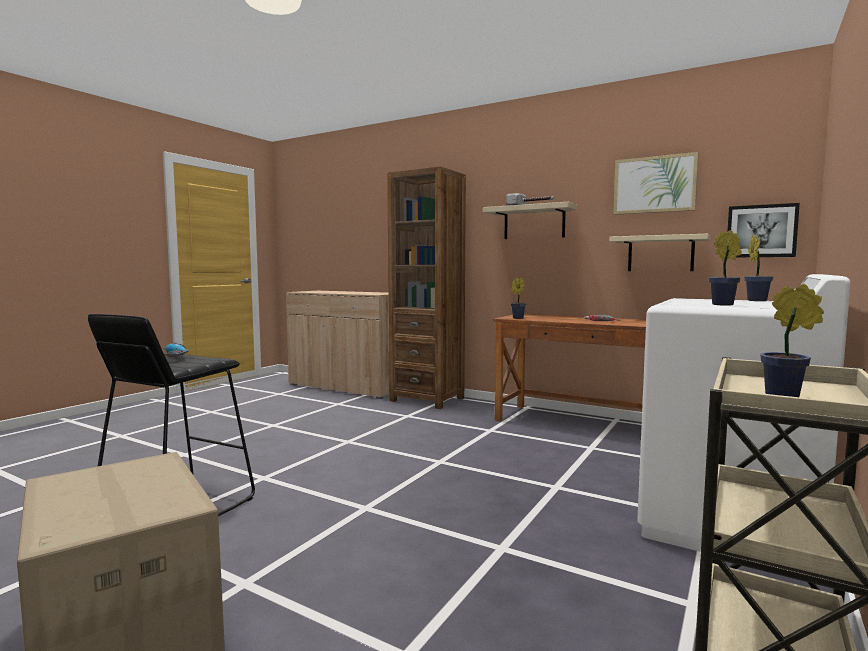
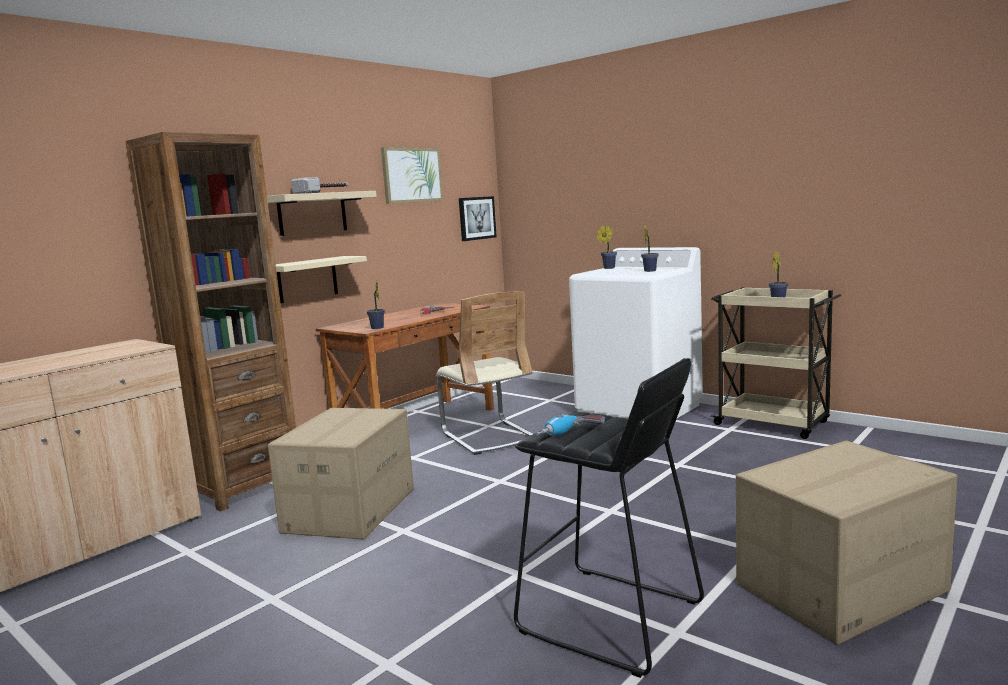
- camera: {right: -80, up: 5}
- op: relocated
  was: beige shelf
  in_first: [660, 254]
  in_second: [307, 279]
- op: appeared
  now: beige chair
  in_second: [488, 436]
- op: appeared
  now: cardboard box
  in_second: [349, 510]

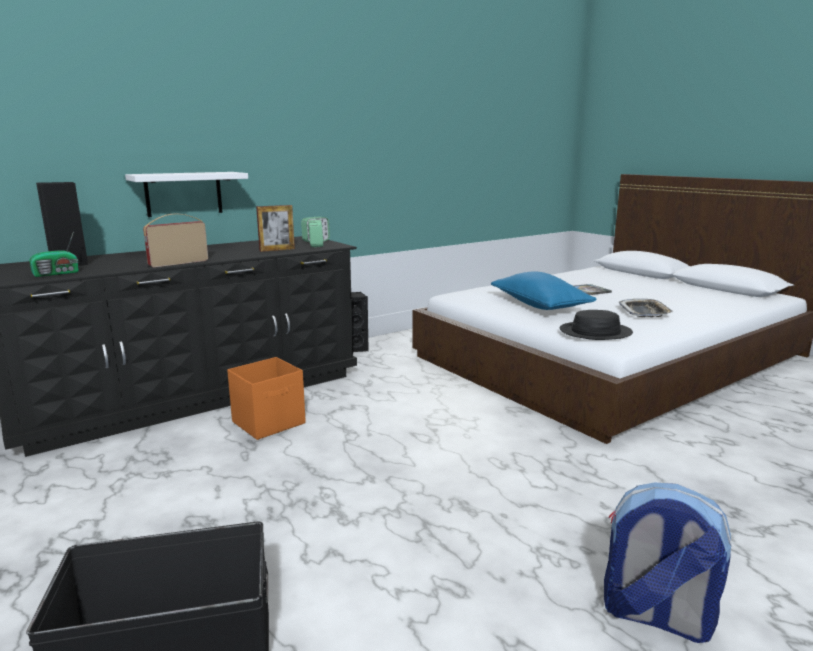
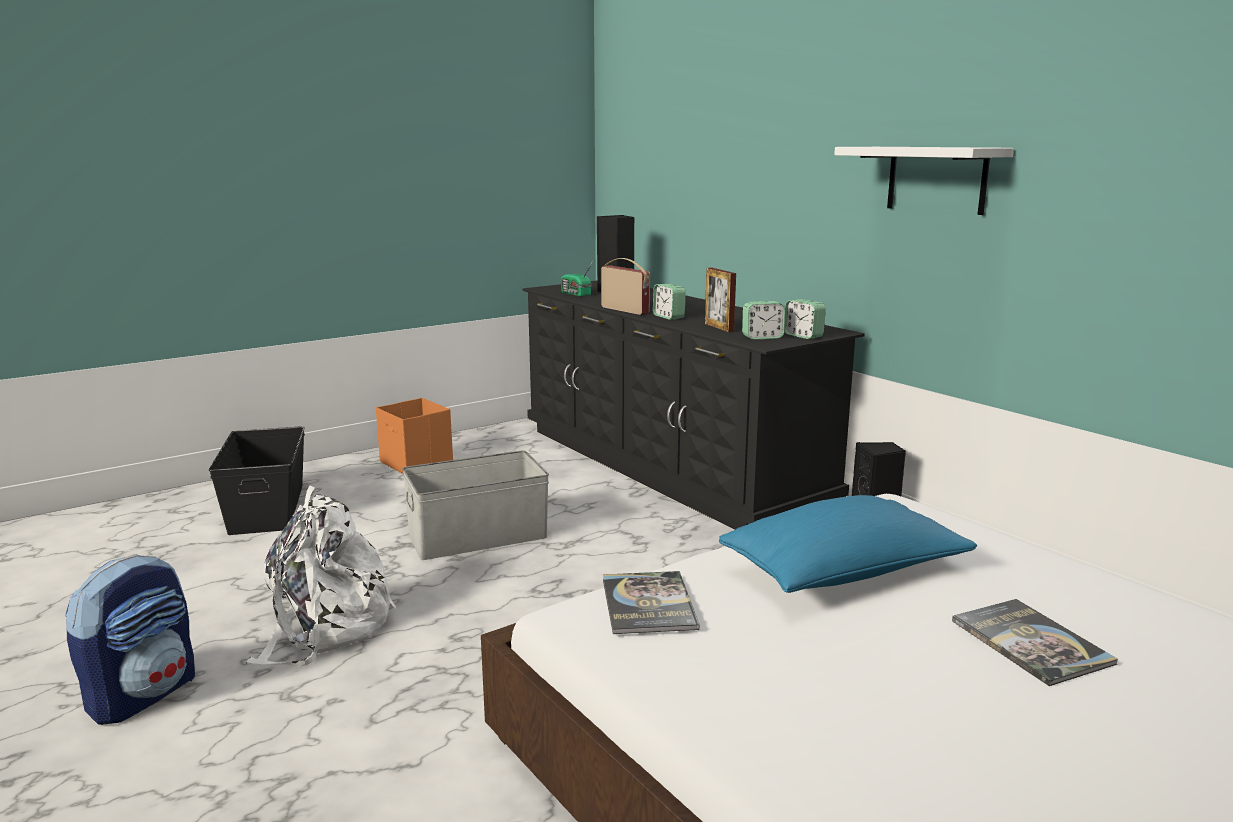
- camera: {right: 90, up: 0}
- op: relocated
  was: white shelf
  in_first: [183, 194]
  in_second: [936, 179]
- op: missing
  was: tray
  in_first: [644, 312]
- op: exchanged
  was: black hat
  now: book
  in_first: [595, 332]
  in_second: [648, 604]
- op: relocated
  was: orange storage box
  in_first: [270, 423]
  in_second: [416, 463]
- op: appeared
  now: alarm clock
  in_second: [668, 317]
- op: appeared
  now: grey storage box
  in_second: [479, 537]
- op: appeared
  now: white backpack
  in_second: [324, 626]

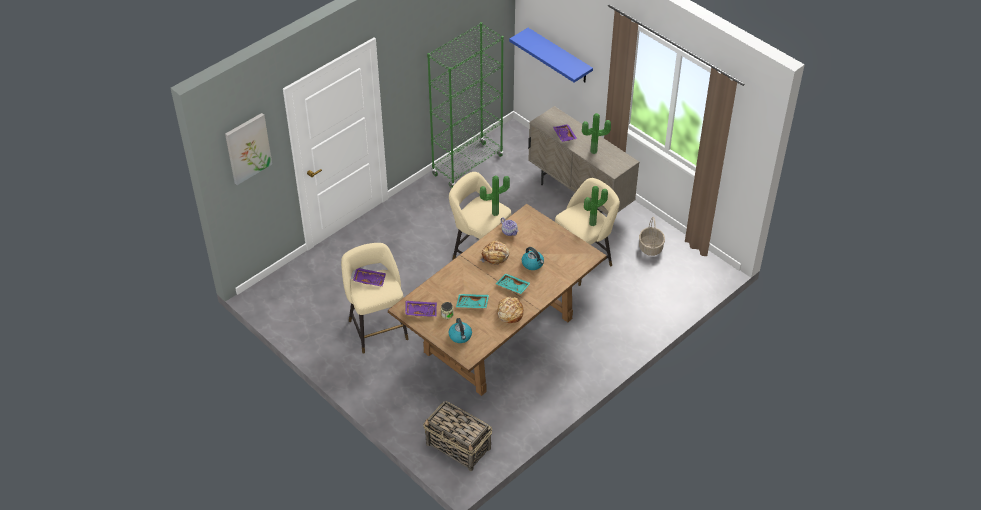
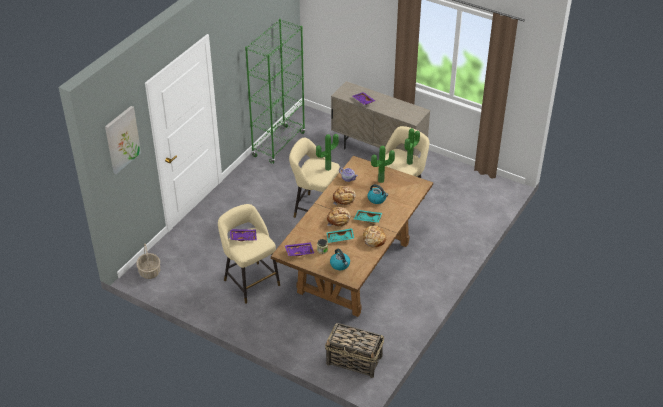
- camera: {right: -15, up: -5}
- op: missing
  was: blue shelf
  in_first: [559, 56]
- op: relocated
  was: potted plant
  in_first: [594, 152]
  in_second: [382, 181]
- op: relocated
  was: basket
  in_first: [650, 247]
  in_second: [149, 271]
- op: appeared
  now: bread
  in_second: [338, 220]

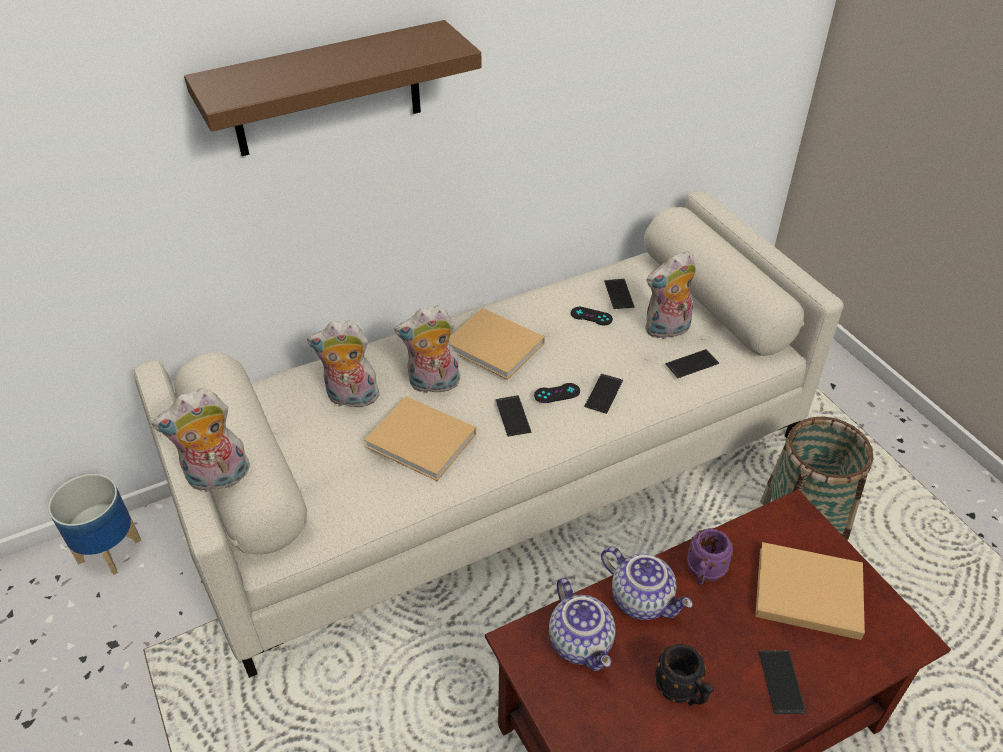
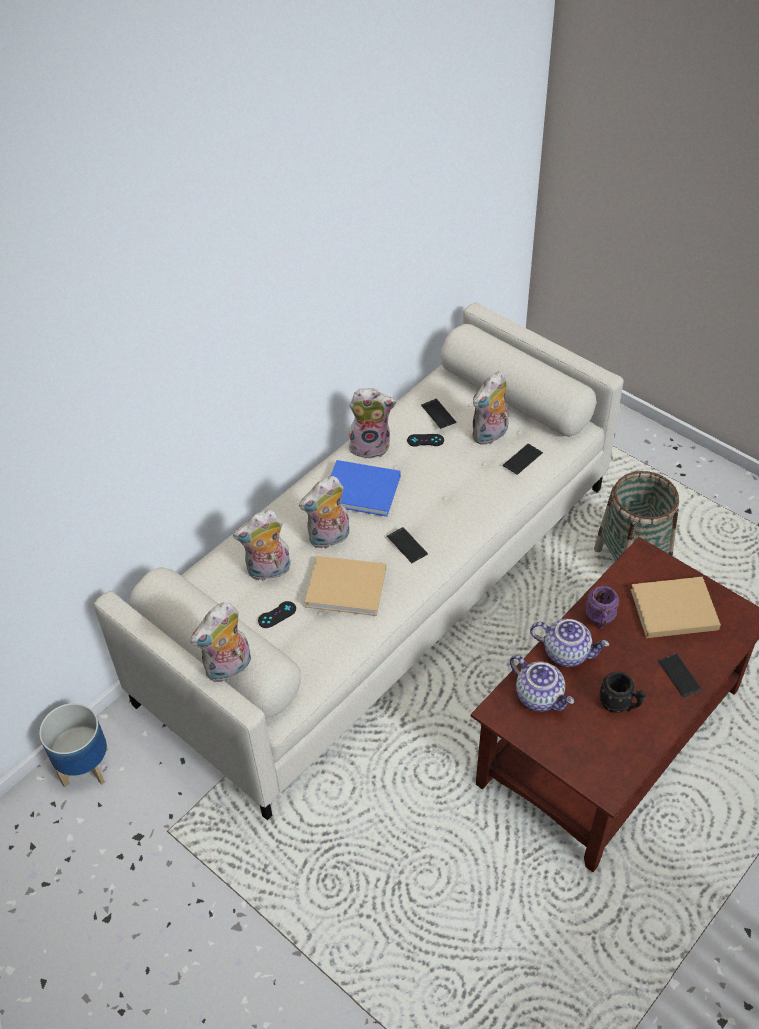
- camera: {right: -20, up: 5}
- op: missing
  was: brown shelf
  in_first: [327, 90]
- op: colour
  was: beige book
  now: blue book
  in_first: [496, 347]
  in_second: [364, 490]
- op: missing
  was: phone
  in_first: [603, 393]
- op: relocated
  was: black game controller
  in_first: [557, 393]
  in_second: [277, 615]
- op: appeared
  now: plush toy
  in_second: [371, 445]

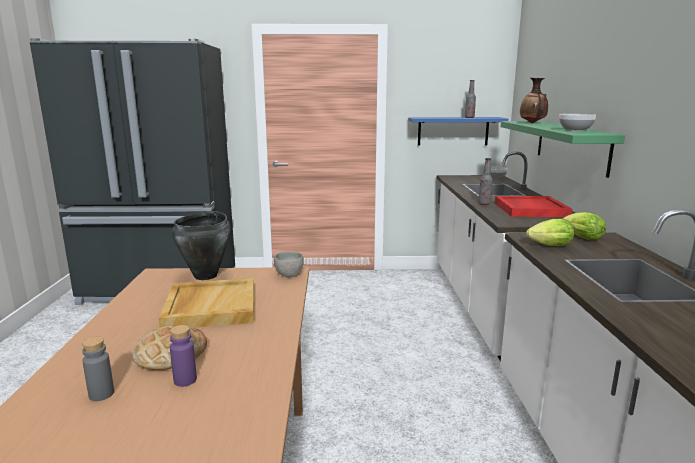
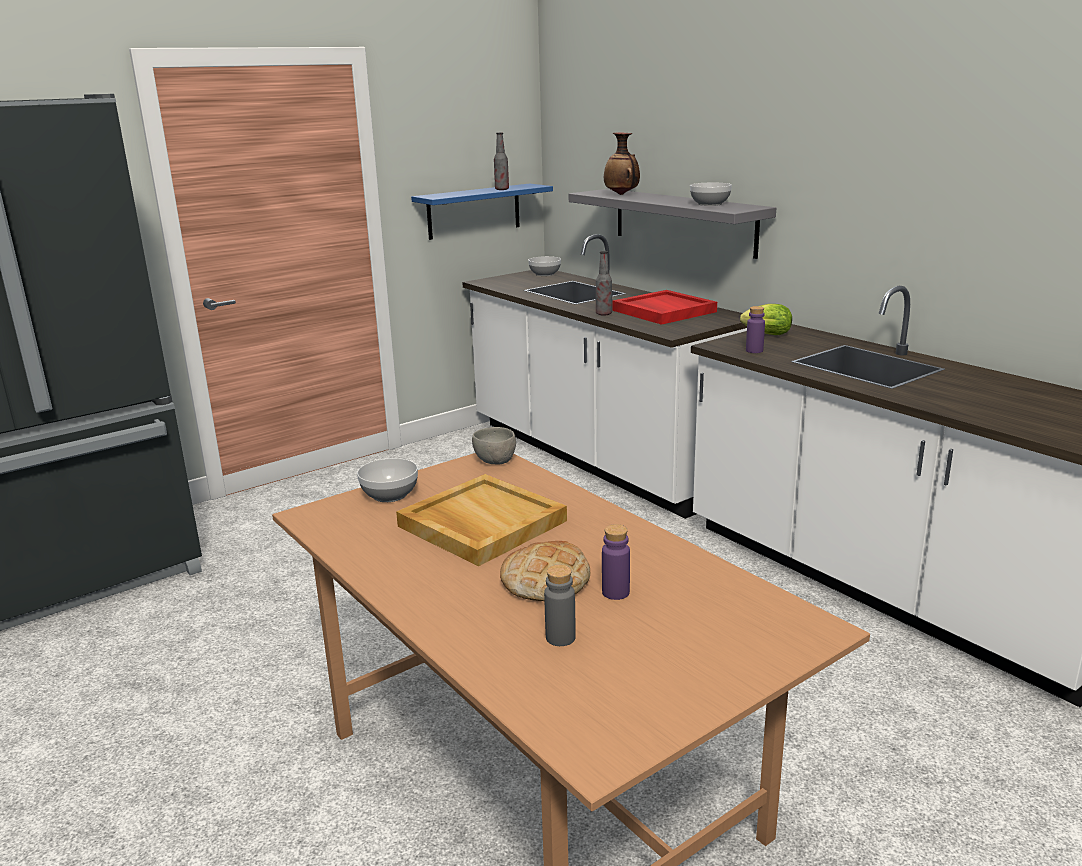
- camera: {right: -35, up: 5}
- op: colour
  was: green shelf
  now: grey shelf
  in_first: [571, 145]
  in_second: [683, 221]
- op: exchanged
  was: black cooking pot
  now: bowl
  in_first: [206, 276]
  in_second: [390, 494]
- op: exchanged
  was: lettuce
  now: purple bottle
  in_first: [547, 246]
  in_second: [754, 351]

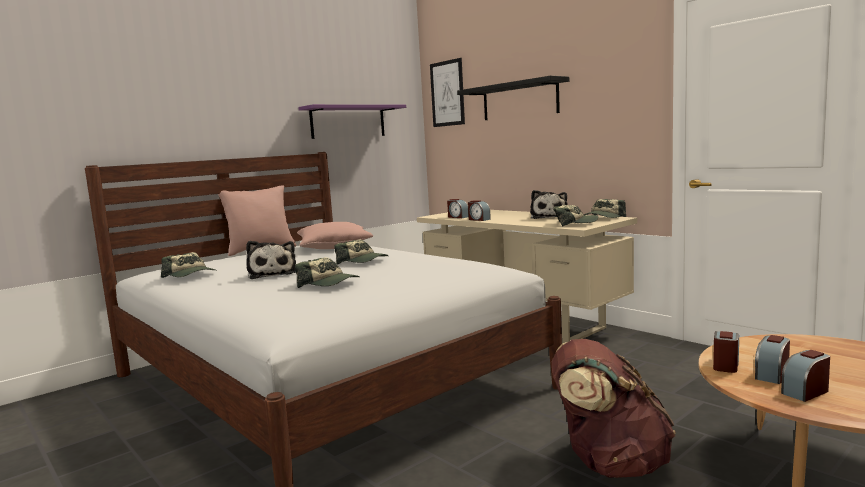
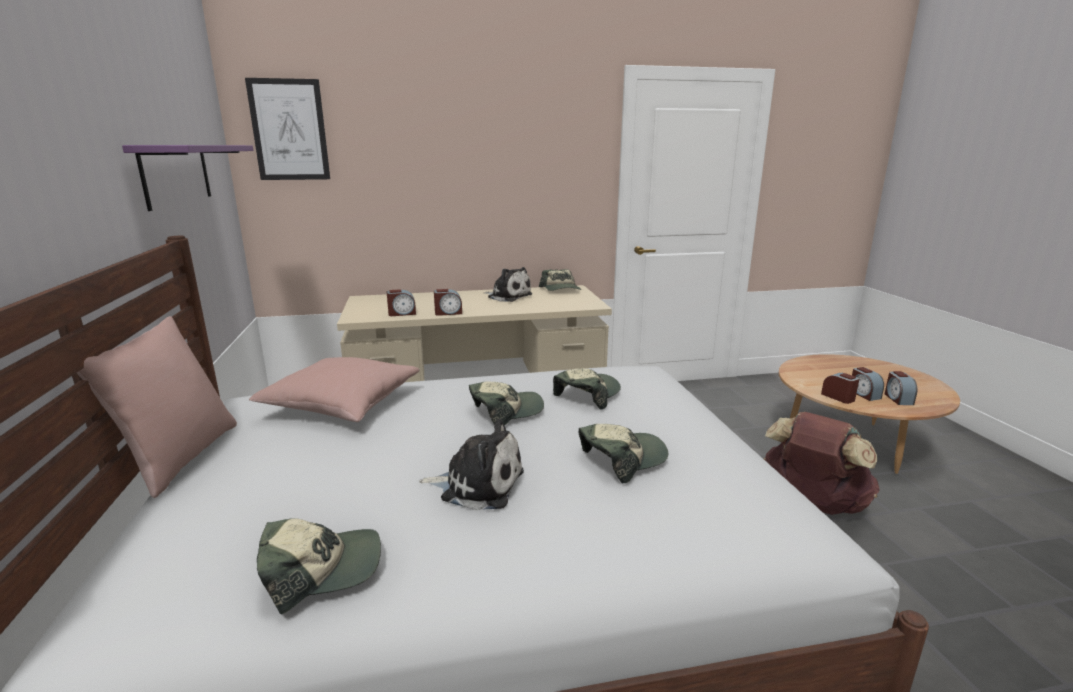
- camera: {right: -60, up: 10}
- op: missing
  was: black shelf
  in_first: [519, 100]
- op: relocated
  was: cap
  in_first: [574, 224]
  in_second: [587, 395]

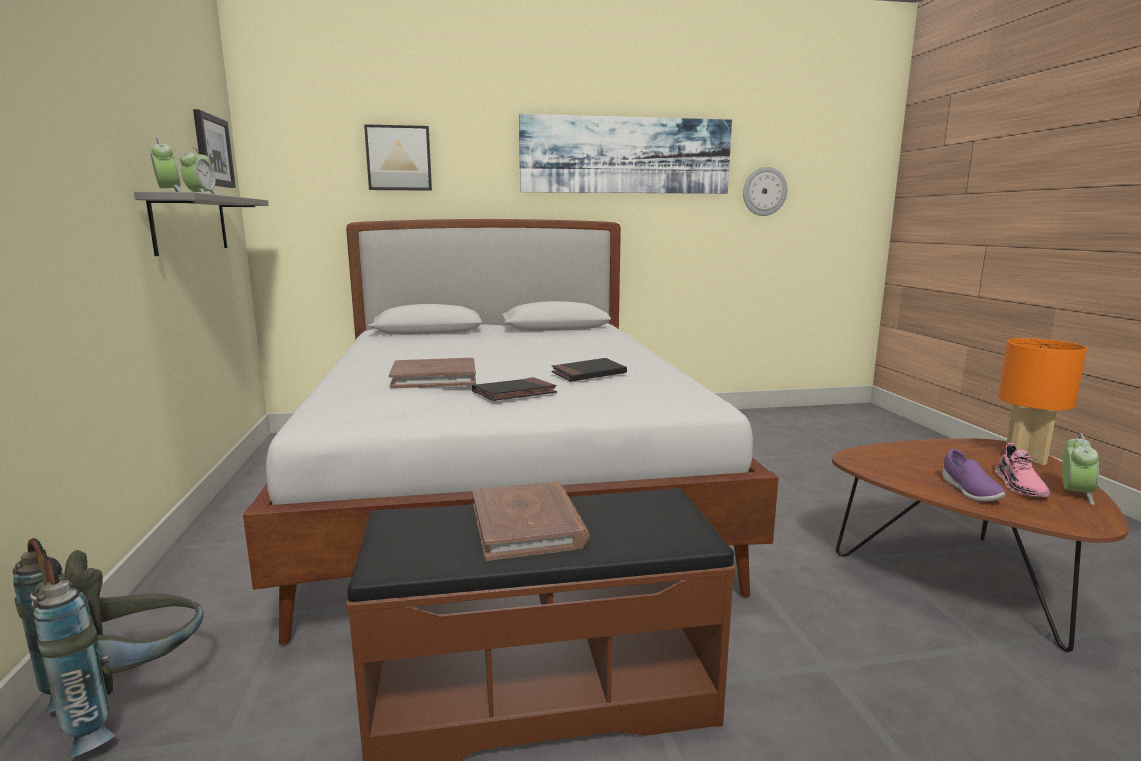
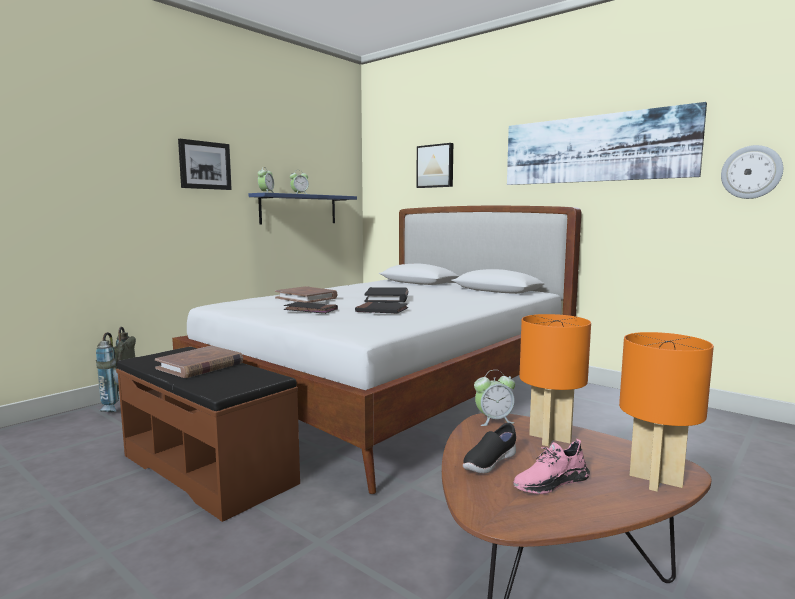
- camera: {right: 50, up: -5}
- op: relocated
  was: picture
  in_first: [212, 151]
  in_second: [204, 165]
- op: colour
  was: grey shelf
  now: blue shelf
  in_first: [191, 224]
  in_second: [299, 209]
- op: relocated
  was: alarm clock
  in_first: [1074, 494]
  in_second: [494, 420]
- op: colour
  was: purple shoe
  now: black shoe
  in_first: [969, 491]
  in_second: [489, 463]
- op: appeared
  now: black book
  in_second: [387, 298]
- op: appeared
  now: orange table lamp
  in_second: [550, 438]

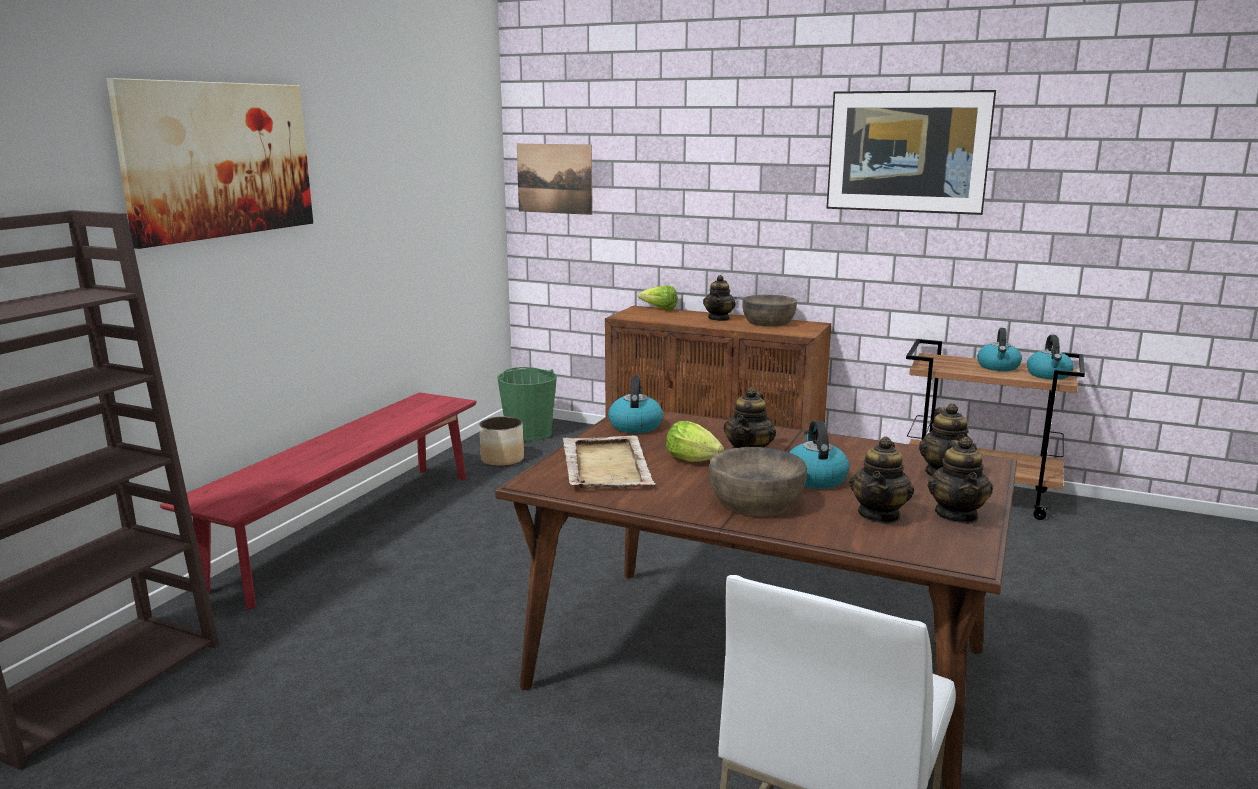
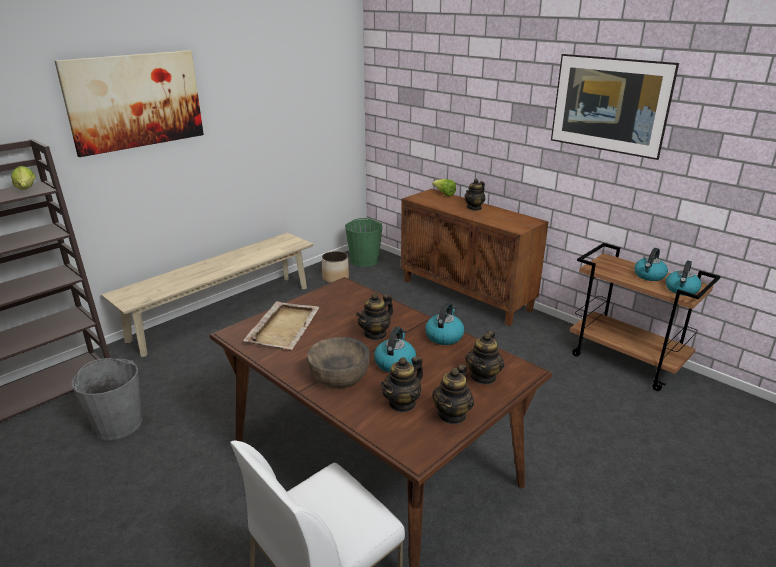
- camera: {right: 20, up: 10}
- op: missing
  was: picture
  in_first: [554, 178]
- op: missing
  was: brown bowl
  in_first: [768, 322]
- op: relocated
  was: kettle
  in_first: [635, 426]
  in_second: [444, 336]
- op: colour
  was: red bench
  now: beige bench
  in_first: [350, 528]
  in_second: [223, 312]
- op: relocated
  was: lettuce
  in_first: [695, 461]
  in_second: [26, 190]
- op: appeared
  now: grey bucket
  in_second: [118, 424]

